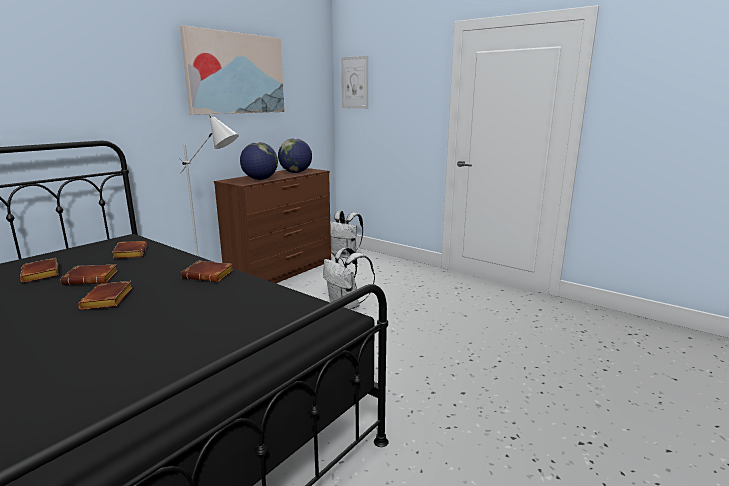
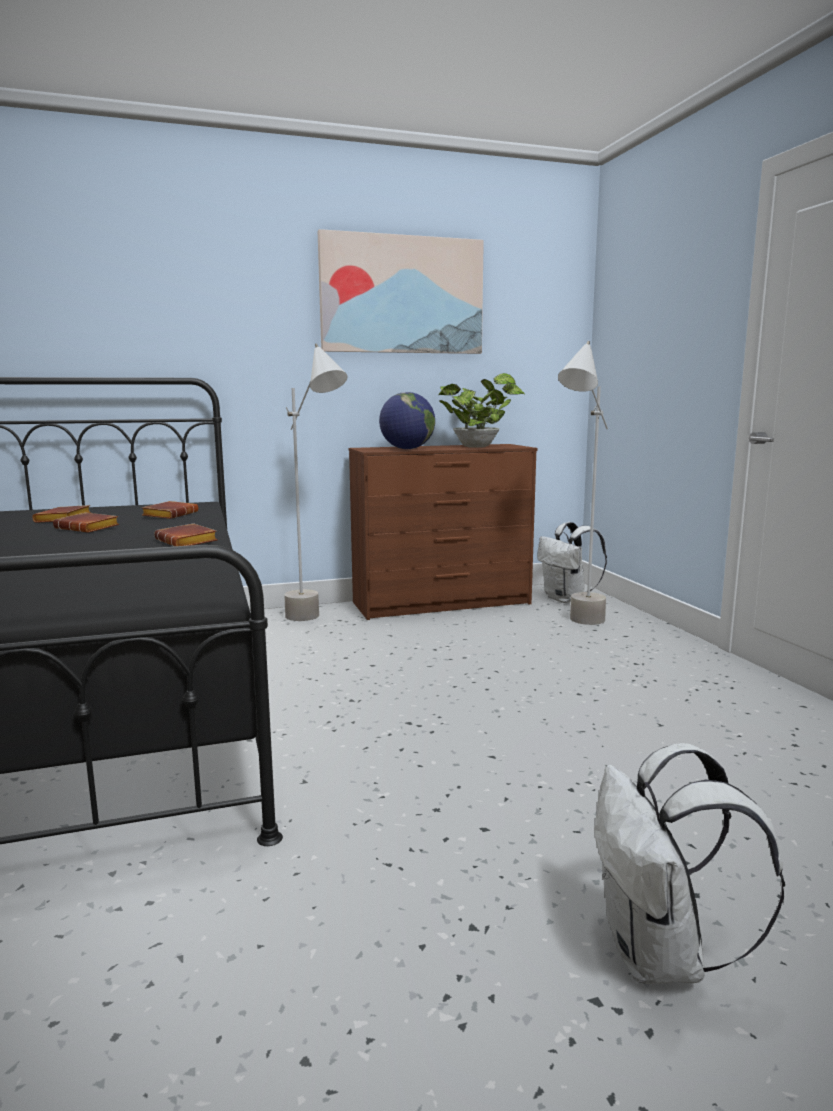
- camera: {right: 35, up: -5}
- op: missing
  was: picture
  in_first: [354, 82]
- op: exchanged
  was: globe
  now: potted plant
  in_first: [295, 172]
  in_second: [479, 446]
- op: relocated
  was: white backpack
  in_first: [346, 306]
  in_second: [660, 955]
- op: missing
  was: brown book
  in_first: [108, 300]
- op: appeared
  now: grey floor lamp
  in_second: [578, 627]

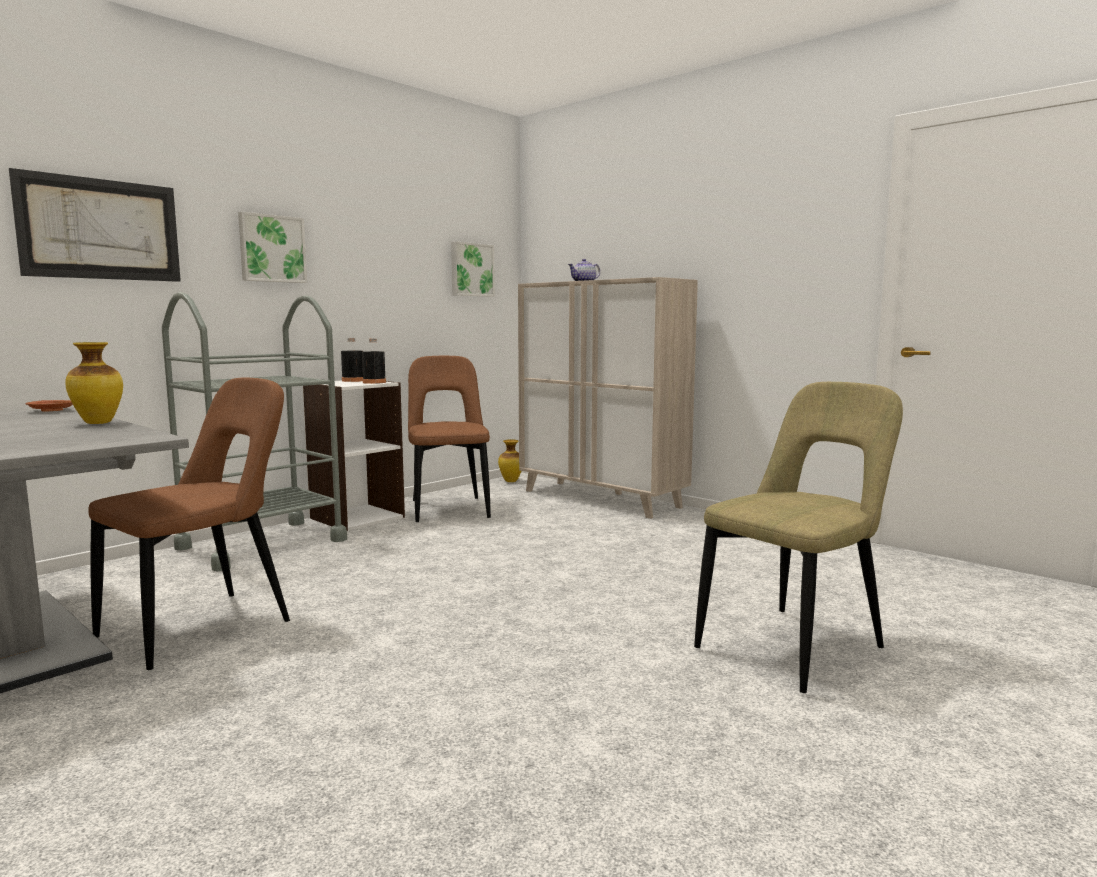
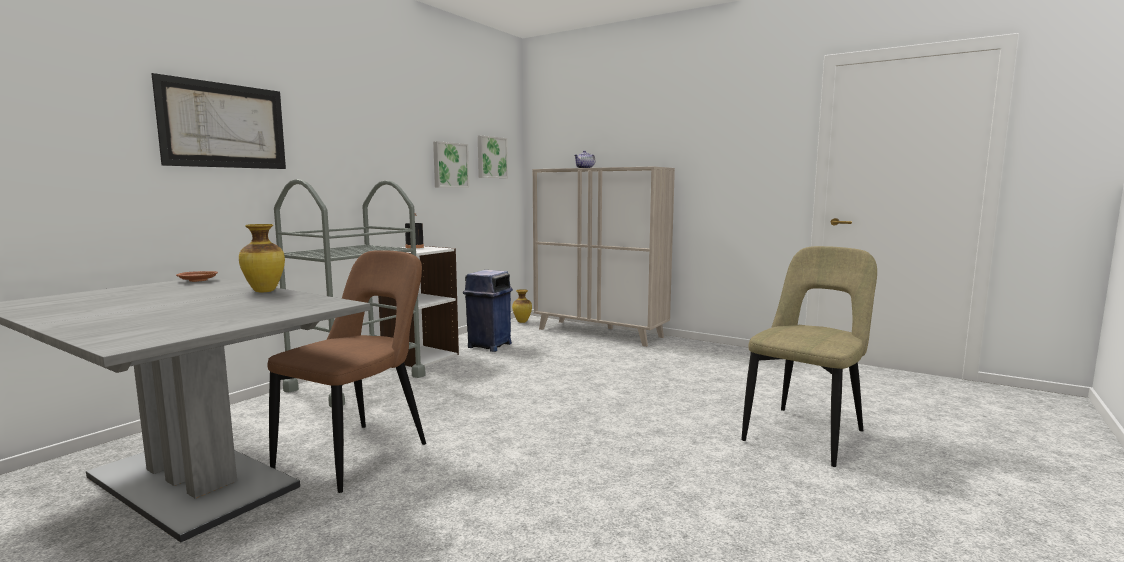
- camera: {right: -10, up: 0}
- op: relocated
  was: picture
  in_first: [271, 249]
  in_second: [449, 165]
- op: missing
  was: black bottle
  in_first: [374, 382]
- op: exchanged
  was: brown chair
  now: blue trash can
  in_first: [449, 508]
  in_second: [489, 346]

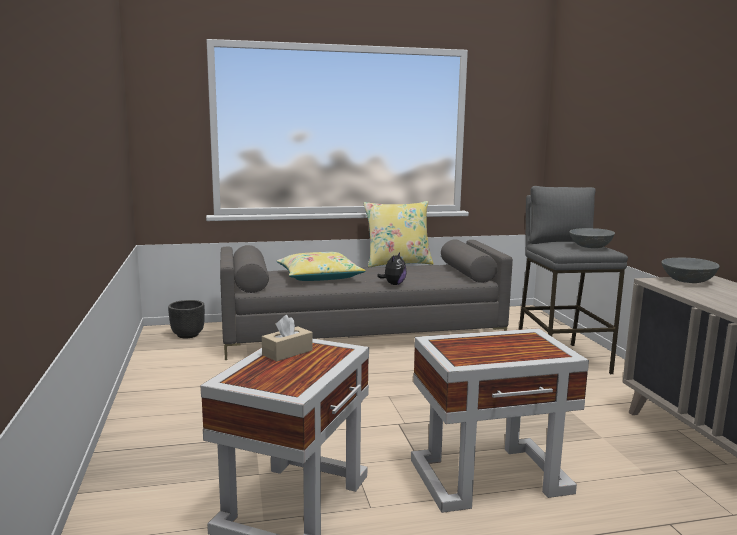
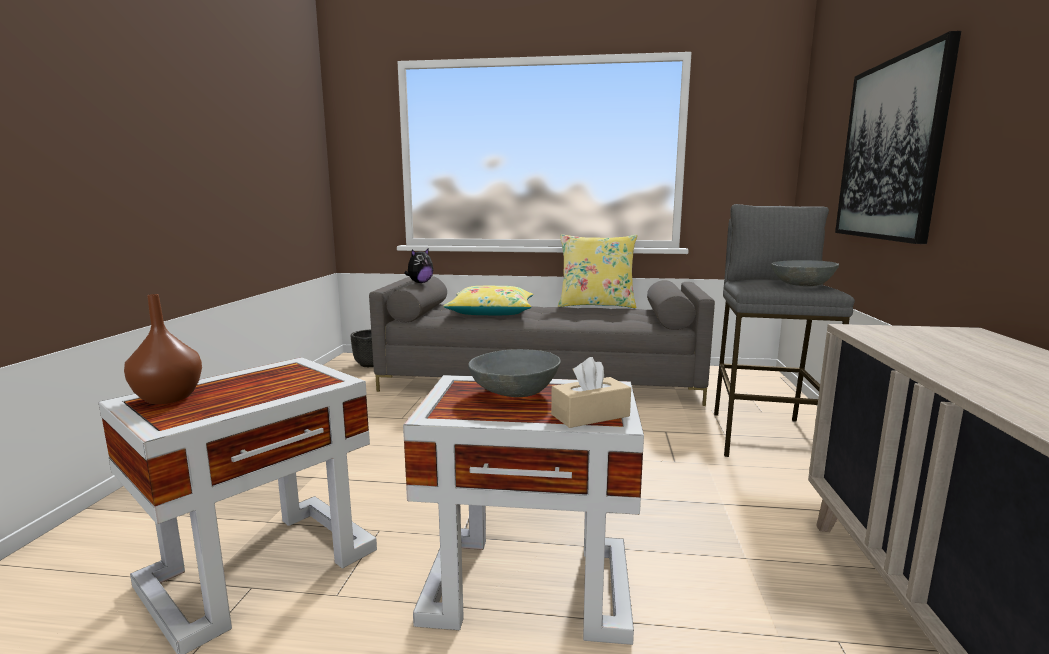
- camera: {right: 20, up: 0}
- op: relocated
  was: plush toy
  in_first: [393, 284]
  in_second: [420, 283]
- op: relocated
  was: grey bowl
  in_first: [687, 281]
  in_second: [515, 391]
- op: relocated
  was: beige tissue box
  in_first: [287, 352]
  in_second: [590, 415]
- op: appeared
  now: picture
  in_second: [891, 150]
- op: appeared
  now: brown vase
  in_second: [170, 398]

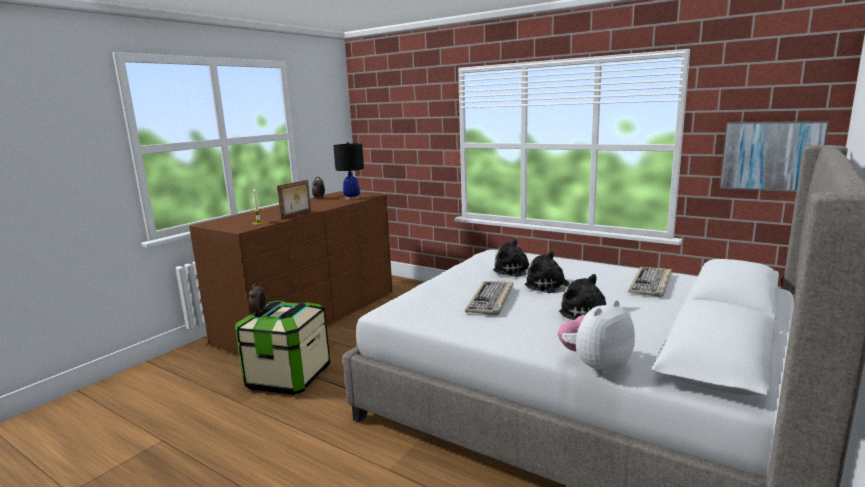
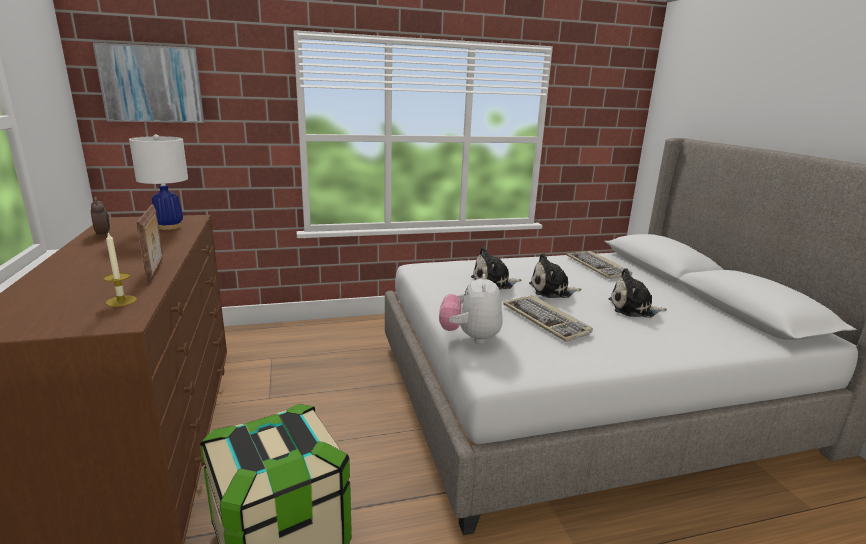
- camera: {right: -50, up: 5}
- op: relocated
  was: picture
  in_first: [771, 156]
  in_second: [152, 84]
- op: colour
  was: black table lamp
  now: white table lamp
  in_first: [352, 198]
  in_second: [169, 227]
- op: missing
  was: alarm clock
  in_first: [259, 312]
- op: relocated
  was: plush toy
  in_first: [595, 365]
  in_second: [470, 337]

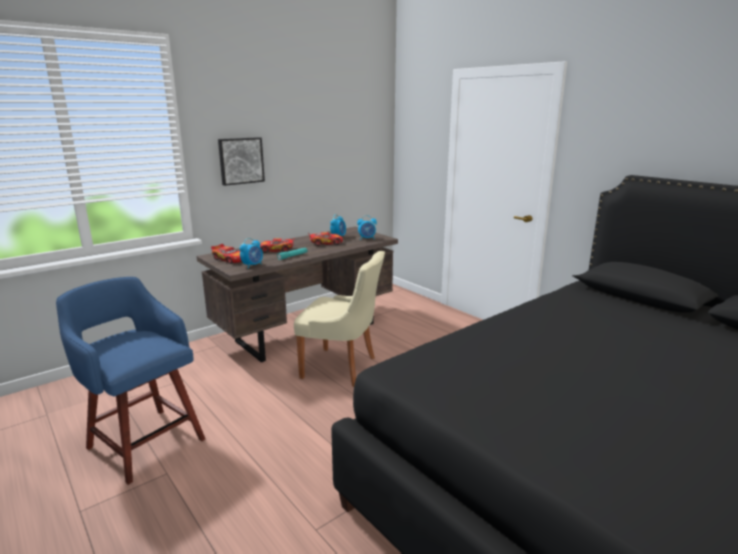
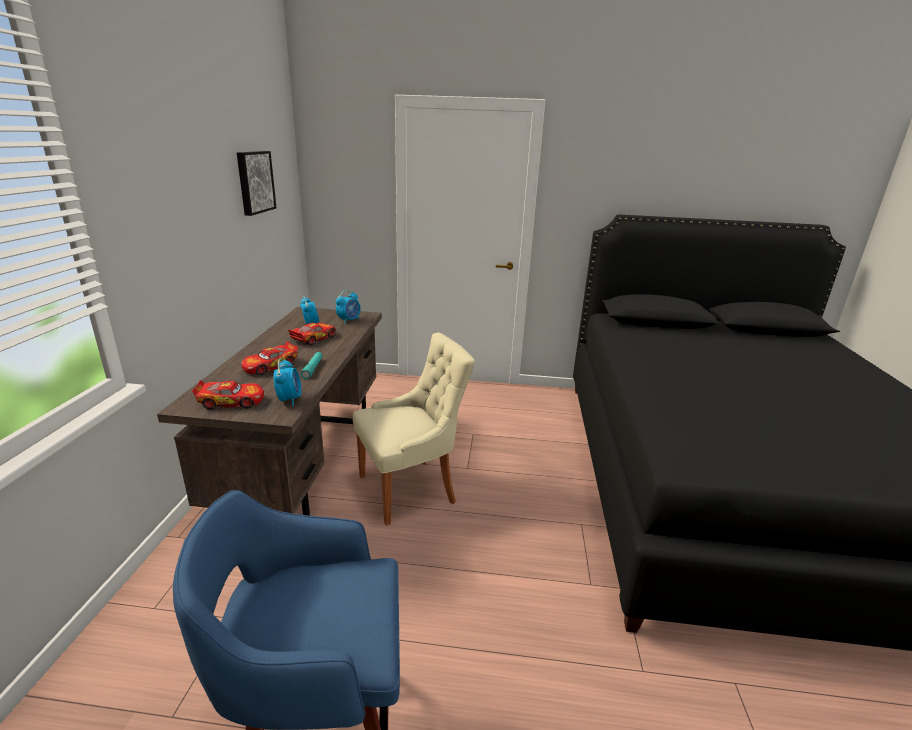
- camera: {right: -45, up: 5}
- op: relocated
  was: picture
  in_first: [241, 160]
  in_second: [254, 182]

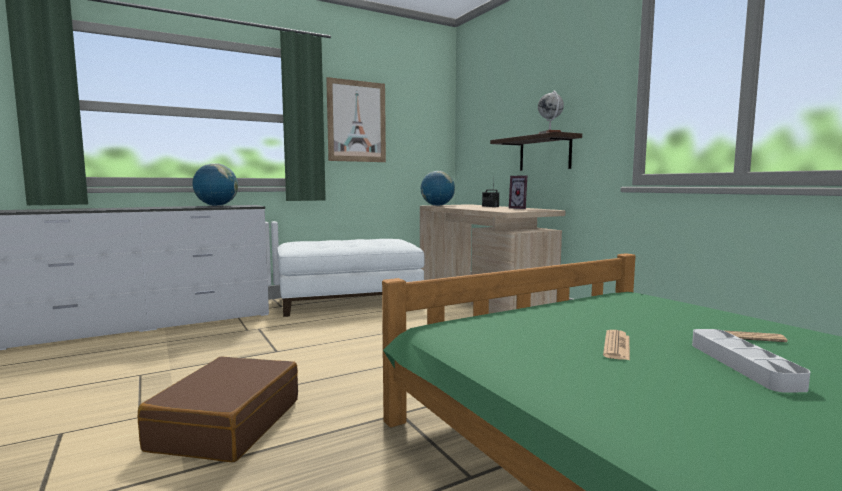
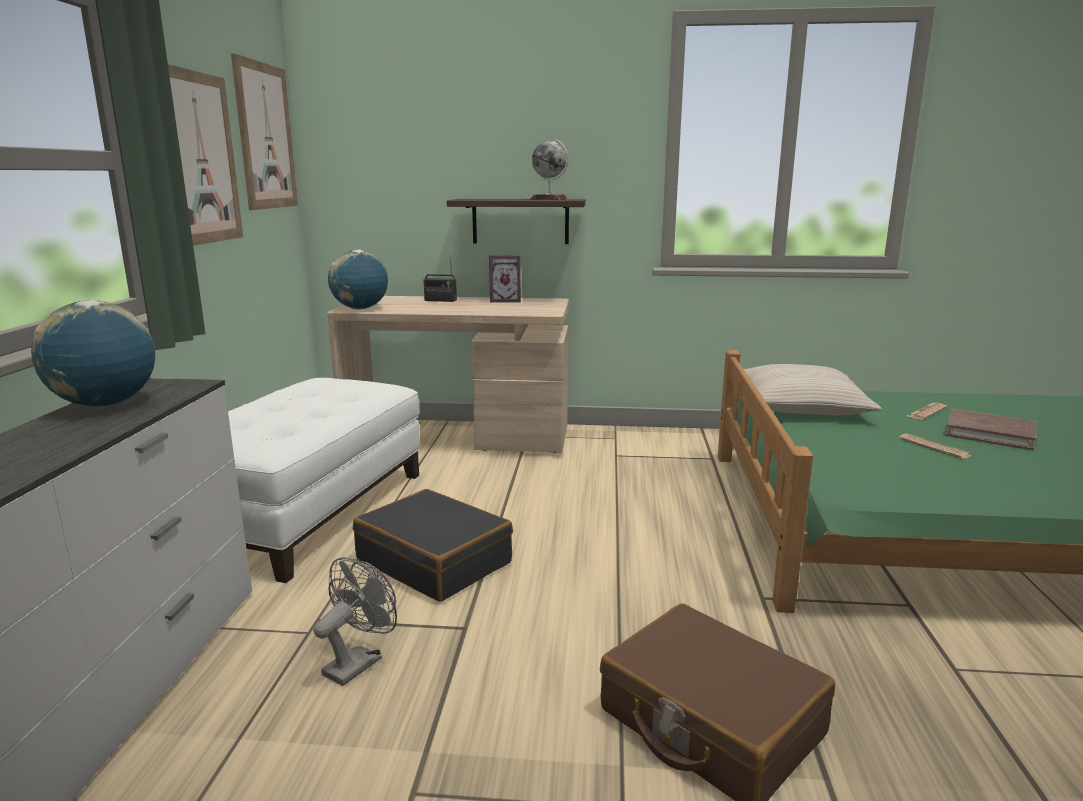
- camera: {right: -55, up: 10}
- op: exchanged
  was: grey tray
  now: brown book
  in_first: [743, 364]
  in_second: [989, 433]
- op: appeared
  now: picture
  in_second: [265, 136]
- op: appeared
  now: beige pillow
  in_second: [802, 405]
- op: appeared
  now: black suitcase
  in_second: [434, 561]
- op: appeared
  now: grey fan
  in_second: [358, 662]

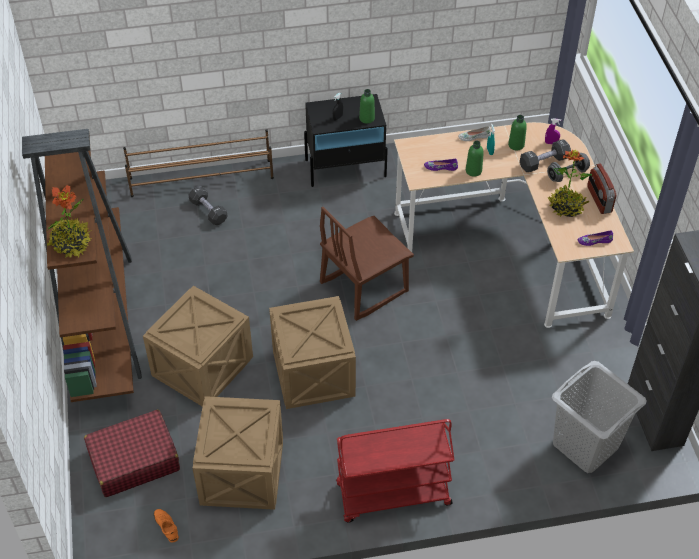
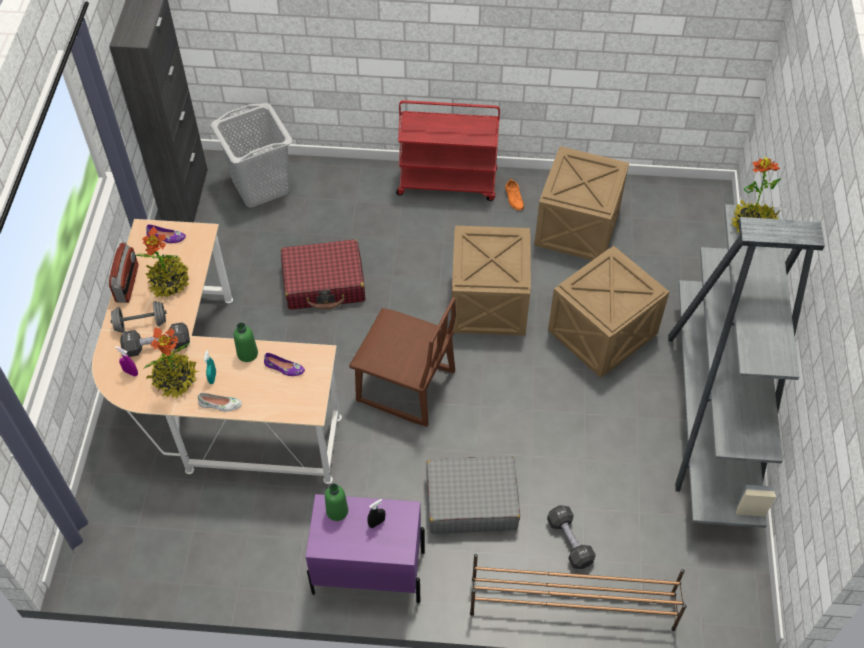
- camera: {right: -165, up: 5}
- op: colour
  was: black nightstand
  now: purple nightstand
  in_first: [346, 168]
  in_second: [368, 572]
- op: exchanged
  was: green bottle
  now: potted plant
  in_first: [516, 145]
  in_second: [175, 379]
- op: colour
  was: brown bookcase
  now: grey bookcase
  in_first: [101, 318]
  in_second: [712, 415]
- op: spun
  was: brown chair
  in_first: [363, 286]
  in_second: [405, 387]
  clockwise: 45
- op: relocated
  was: red suitcase
  in_first: [133, 460]
  in_second: [324, 283]
- op: relocated
  was: orange shoe
  in_first: [166, 526]
  in_second: [514, 198]
- op: appeared
  now: grey suitcase
  in_second: [471, 501]

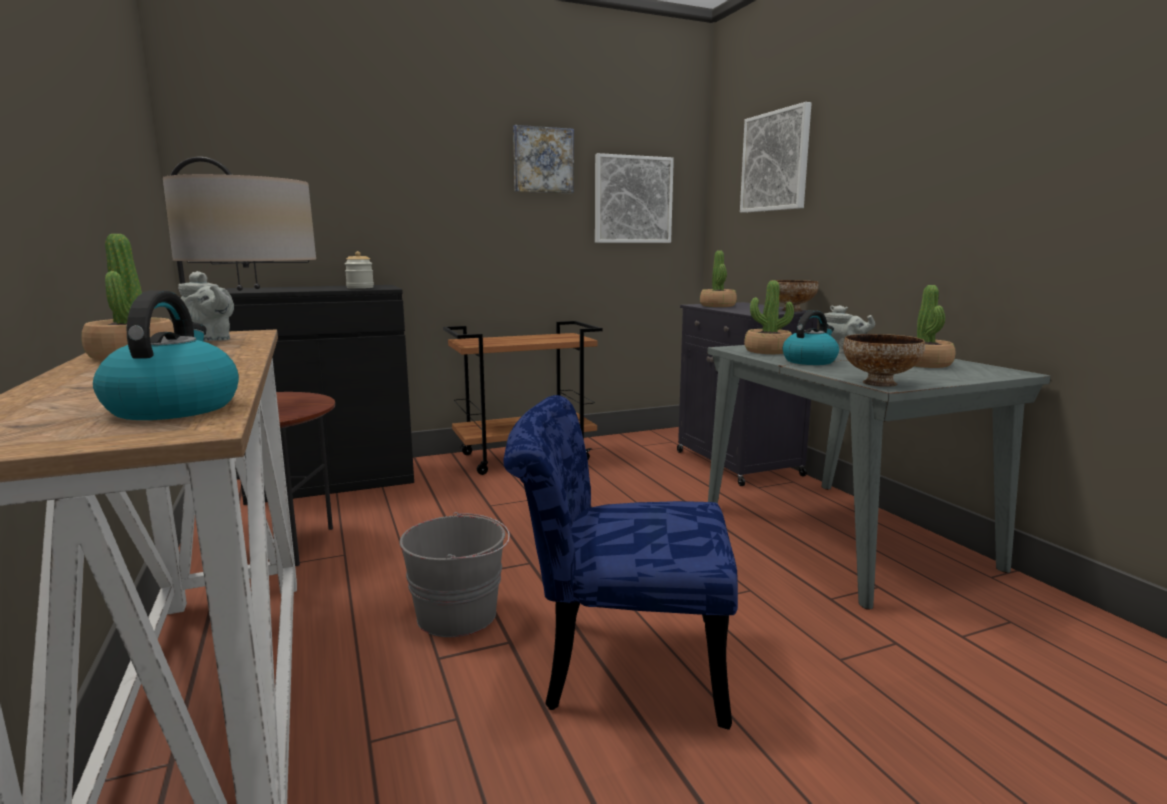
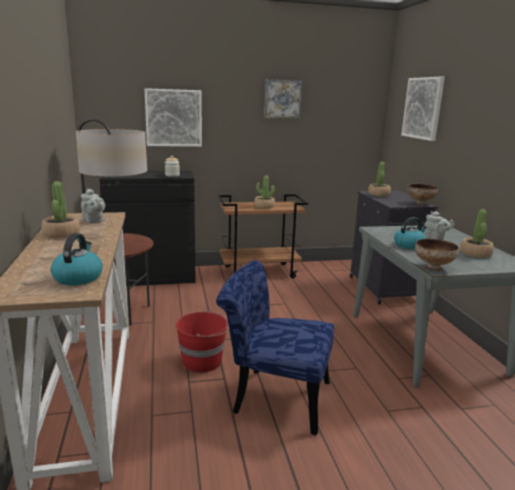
- camera: {right: 10, up: 5}
- op: relocated
  was: picture
  in_first: [633, 200]
  in_second: [173, 118]
- op: relocated
  was: potted plant
  in_first: [767, 351]
  in_second: [264, 206]
- op: colour
  was: grey bucket
  now: red bucket
  in_first: [459, 614]
  in_second: [203, 361]

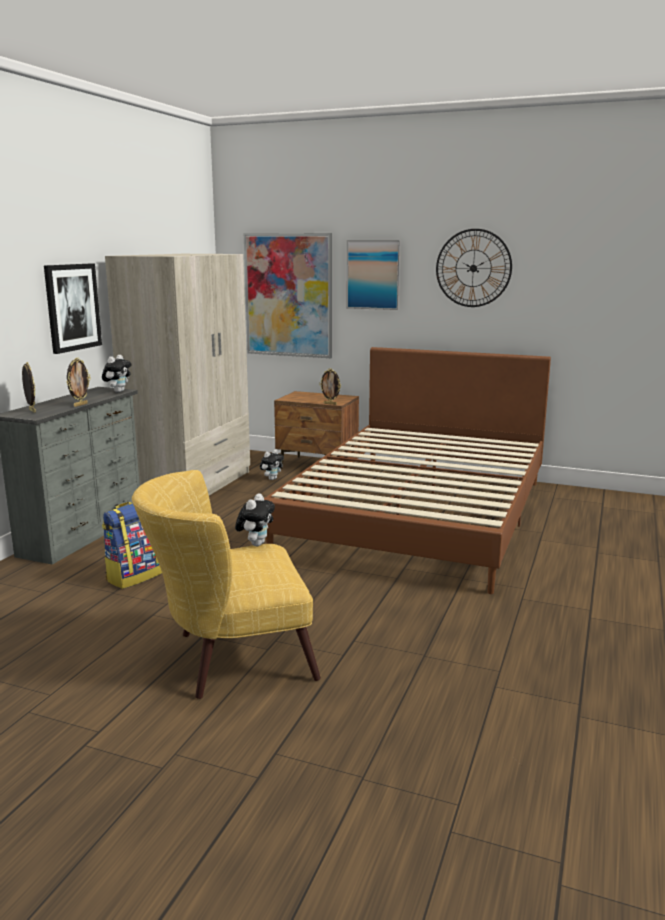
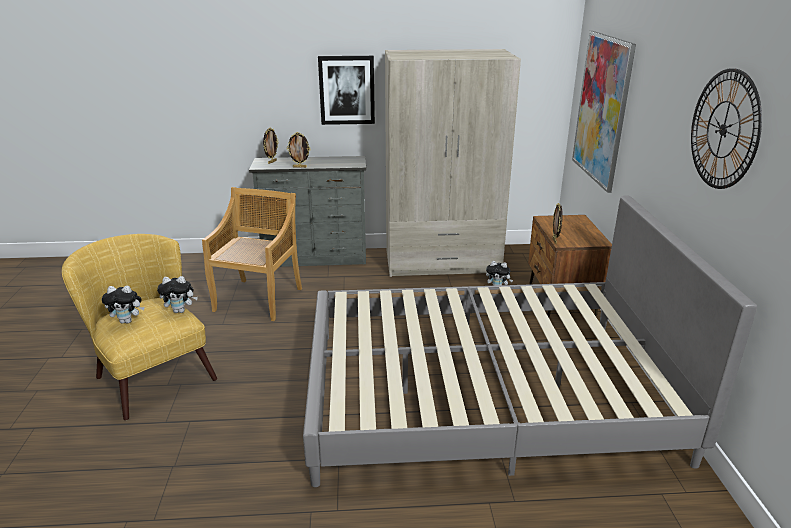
- camera: {right: 65, up: 10}
- op: missing
  was: picture
  in_first: [373, 274]
- op: colour
  was: brown bed
  now: grey bed
  in_first: [420, 515]
  in_second: [485, 394]
- op: relocated
  was: plush toy
  in_first: [118, 391]
  in_second: [128, 321]
- op: exchanged
  was: backpack
  now: beige chair
  in_first: [135, 576]
  in_second: [259, 299]

